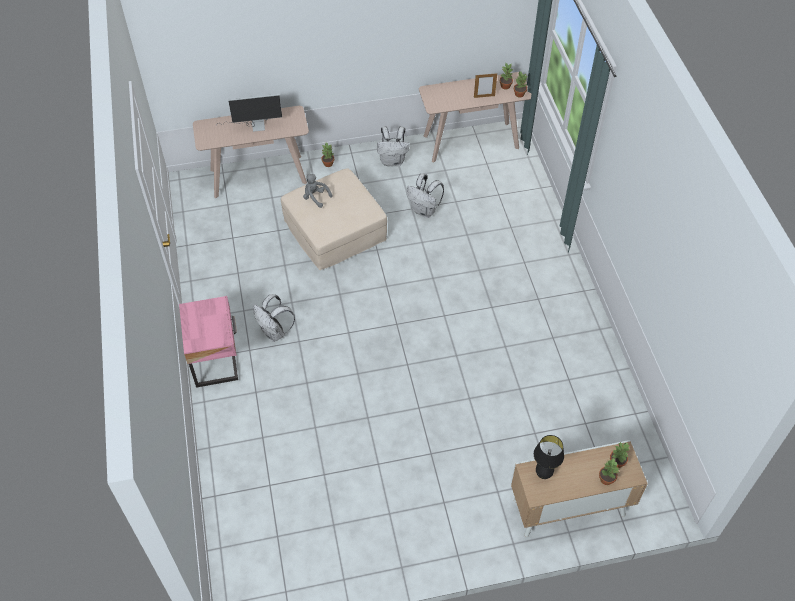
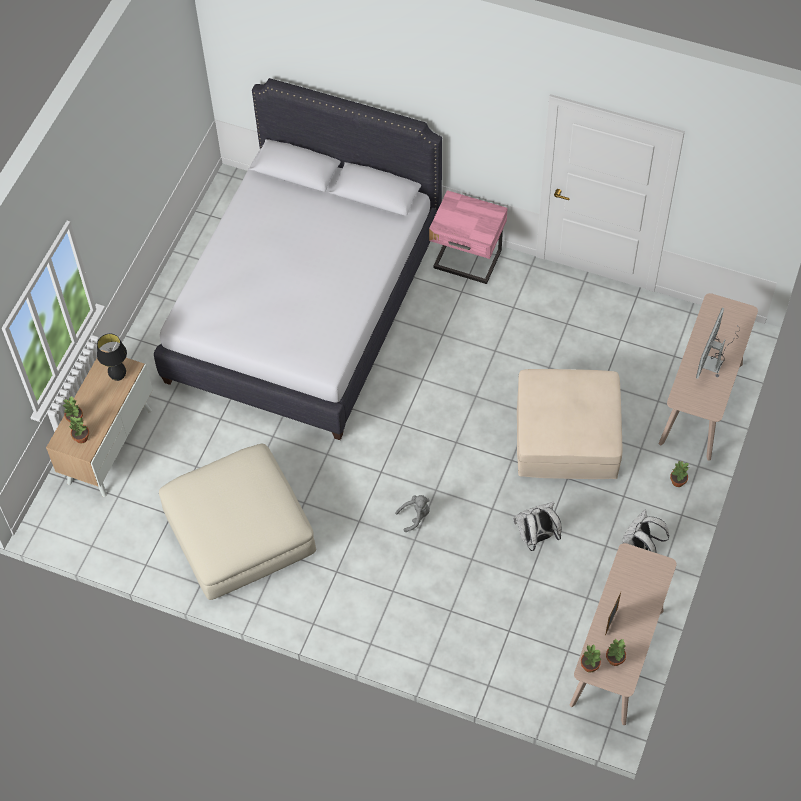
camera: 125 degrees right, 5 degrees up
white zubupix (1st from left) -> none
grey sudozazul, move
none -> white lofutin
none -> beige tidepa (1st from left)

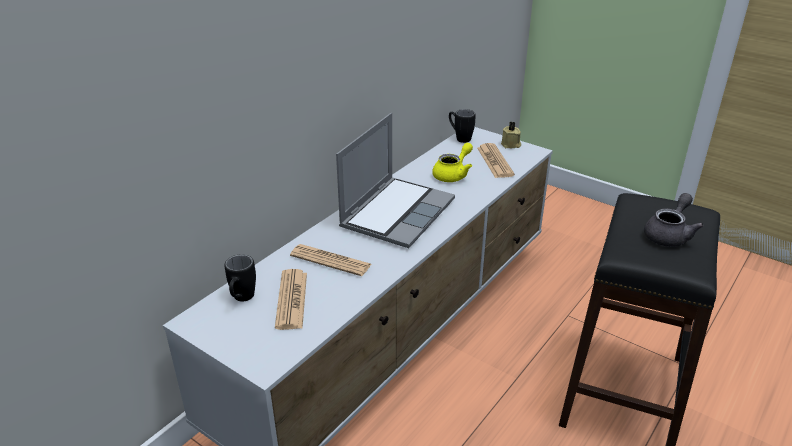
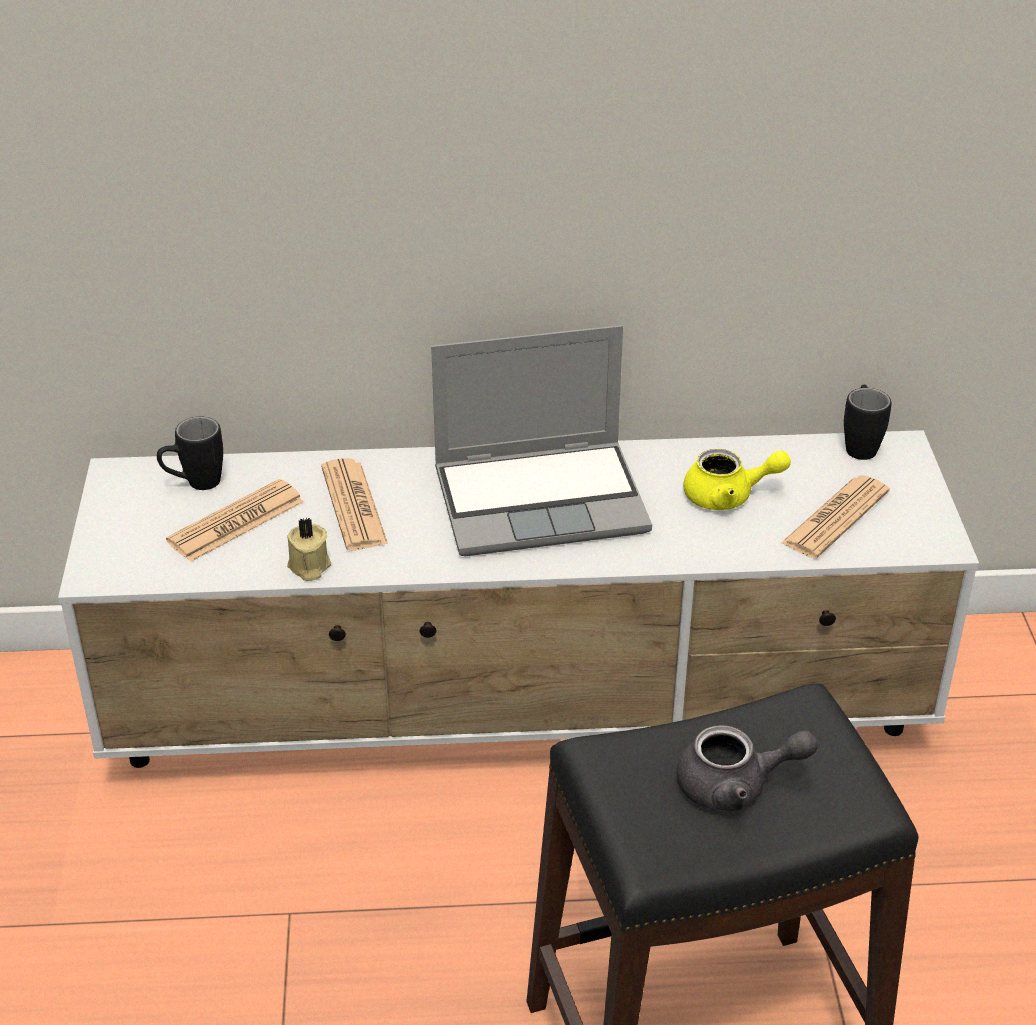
camera: 50 degrees right, 5 degrees up
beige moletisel, move

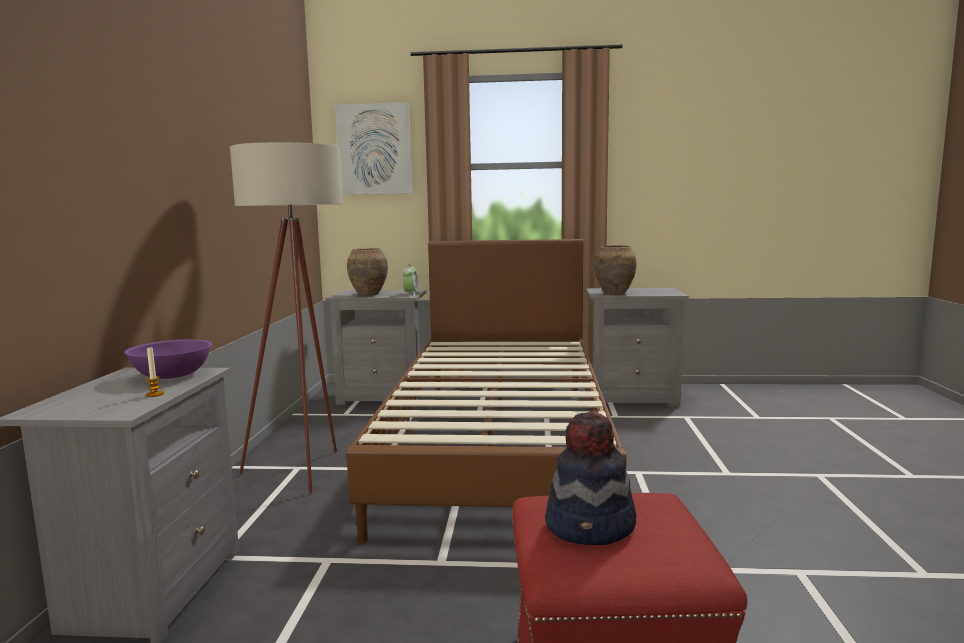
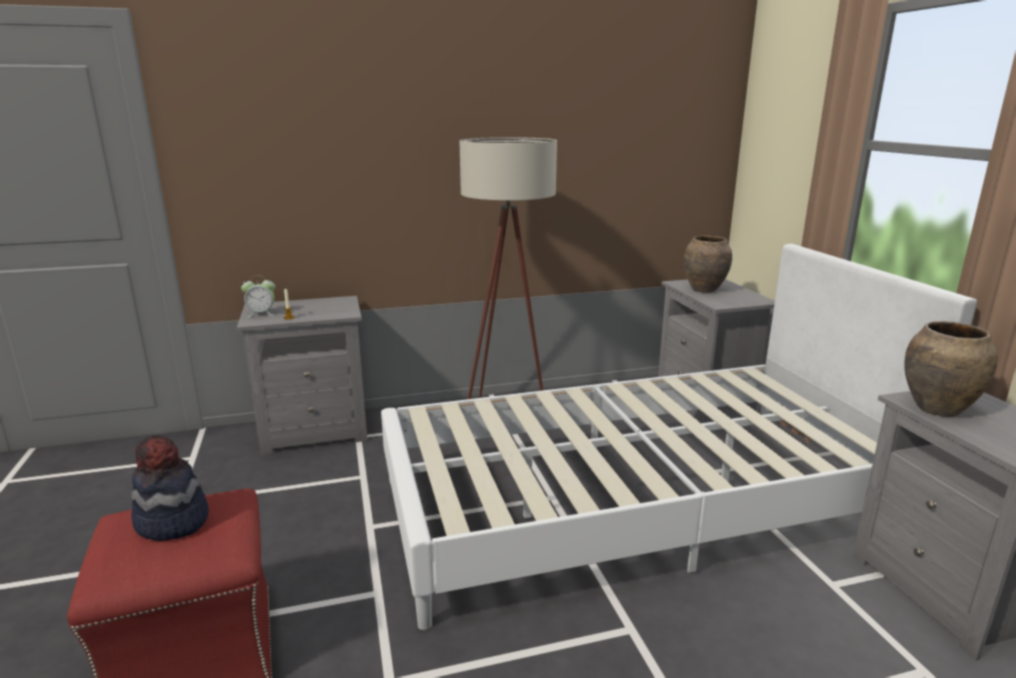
camera: 70 degrees right, 10 degrees up
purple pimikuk -> none
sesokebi -> none
brown lofutin -> white lofutin
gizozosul, move

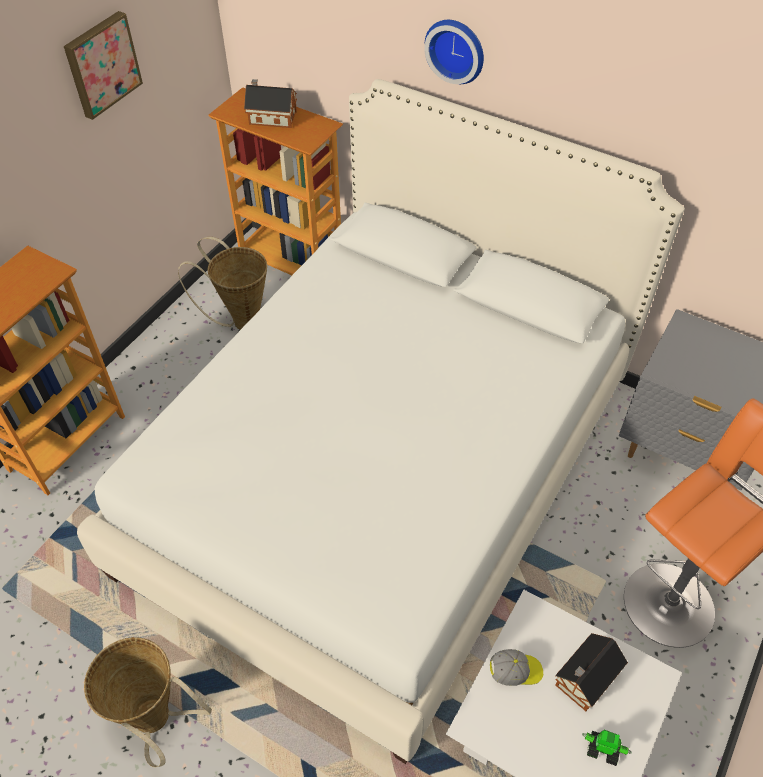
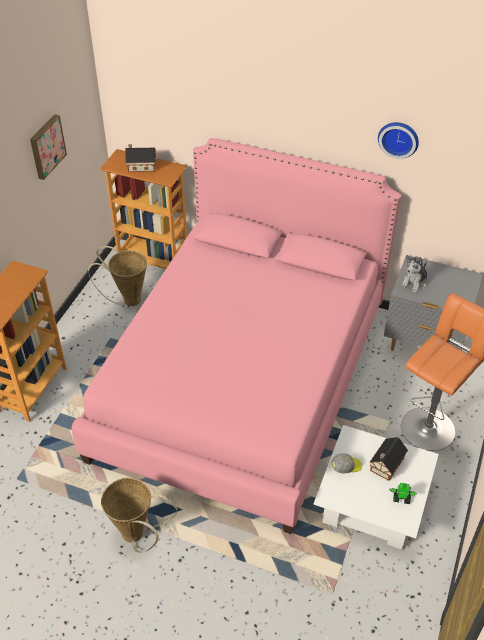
camera: 10 degrees left, 5 degrees down
white lofutin -> pink lofutin
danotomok, move
none -> sudozazul

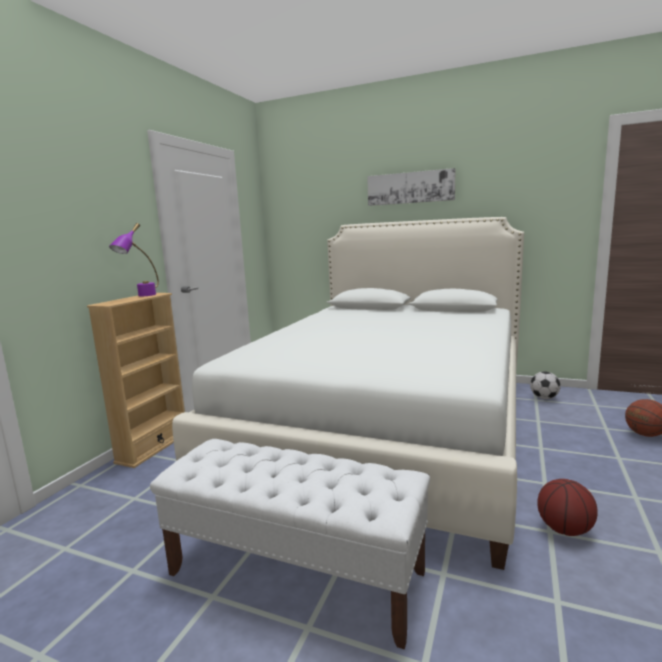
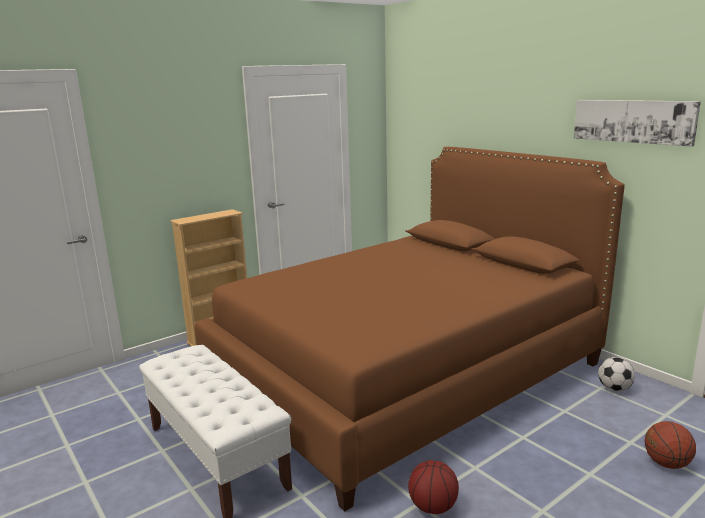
camera: 30 degrees right, 5 degrees up
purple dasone -> none
white lofutin -> brown lofutin
sesokebi, move

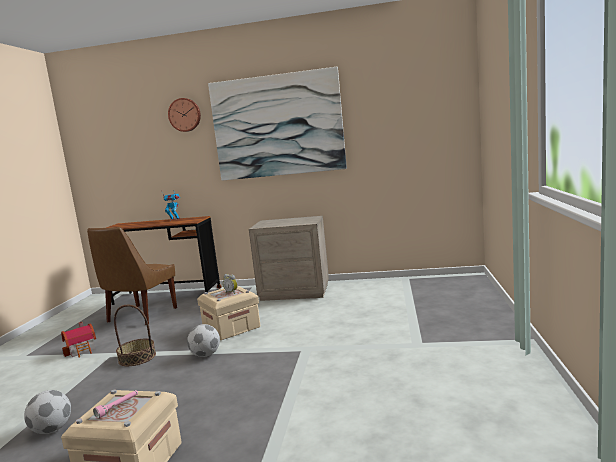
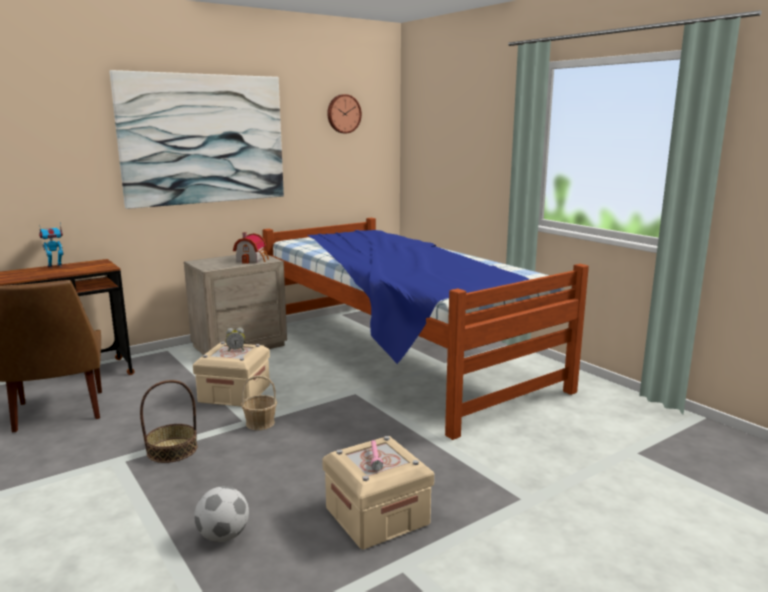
camera: 45 degrees left, 5 degrees up
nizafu, move
danotomok, move
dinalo (2nd from left) -> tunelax (2nd from left)
none -> lofutin

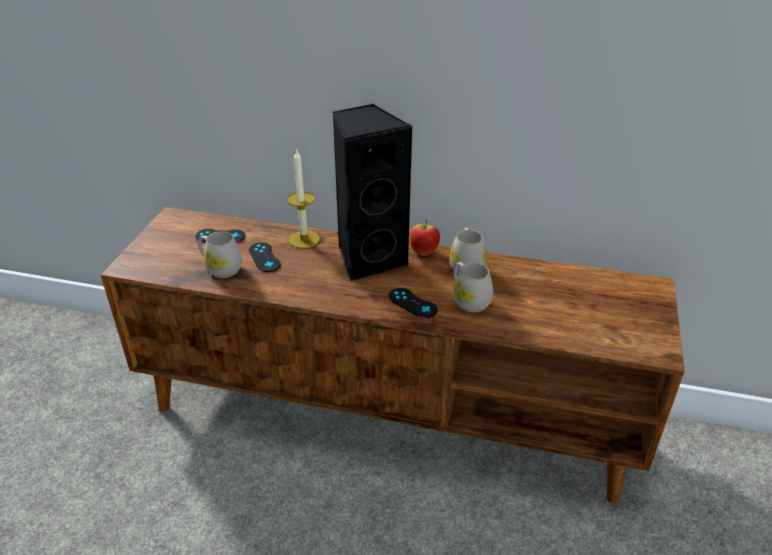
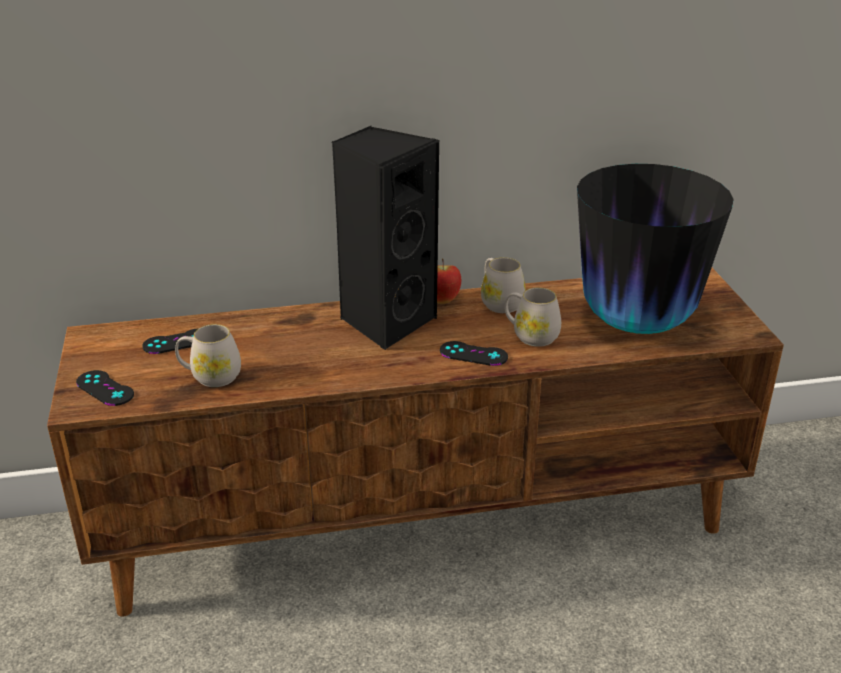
camera: 25 degrees left, 5 degrees down
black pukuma (2nd from left in the first image) -> black pukuma (1st from left), move
moletisel -> none
none -> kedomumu

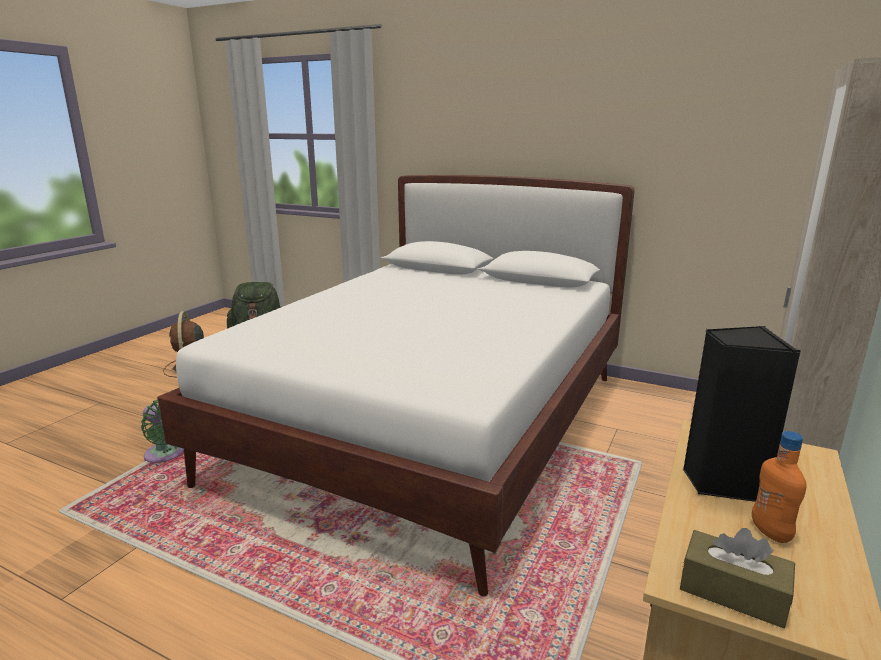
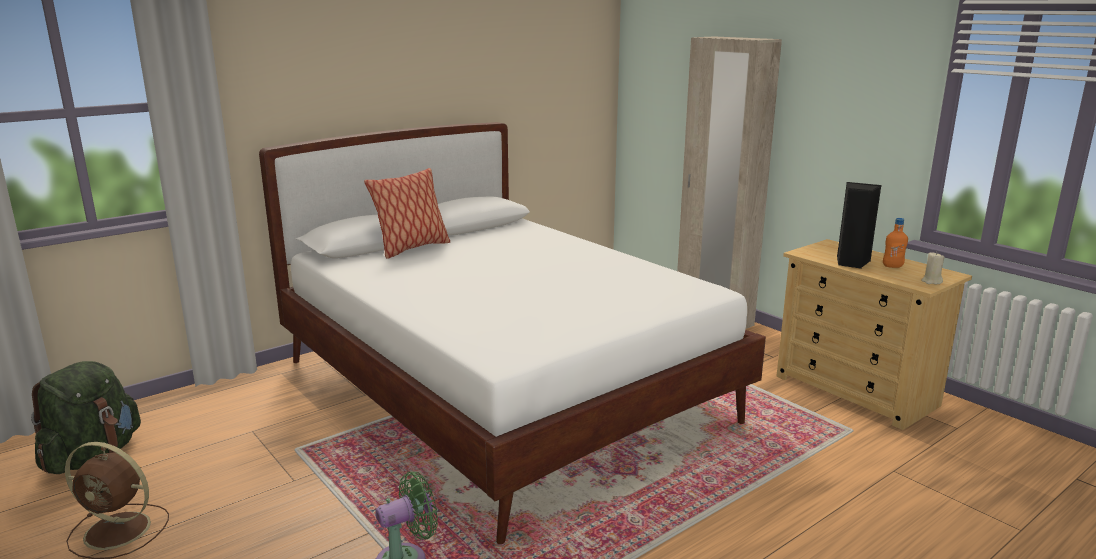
camera: 65 degrees left, 0 degrees up
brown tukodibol -> beige moletisel
none -> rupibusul

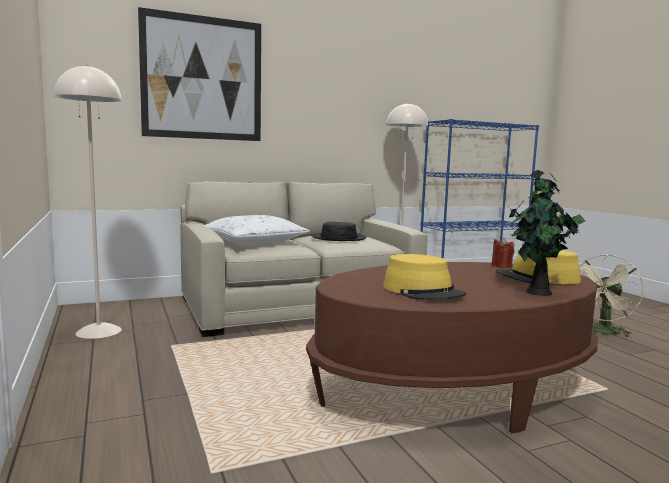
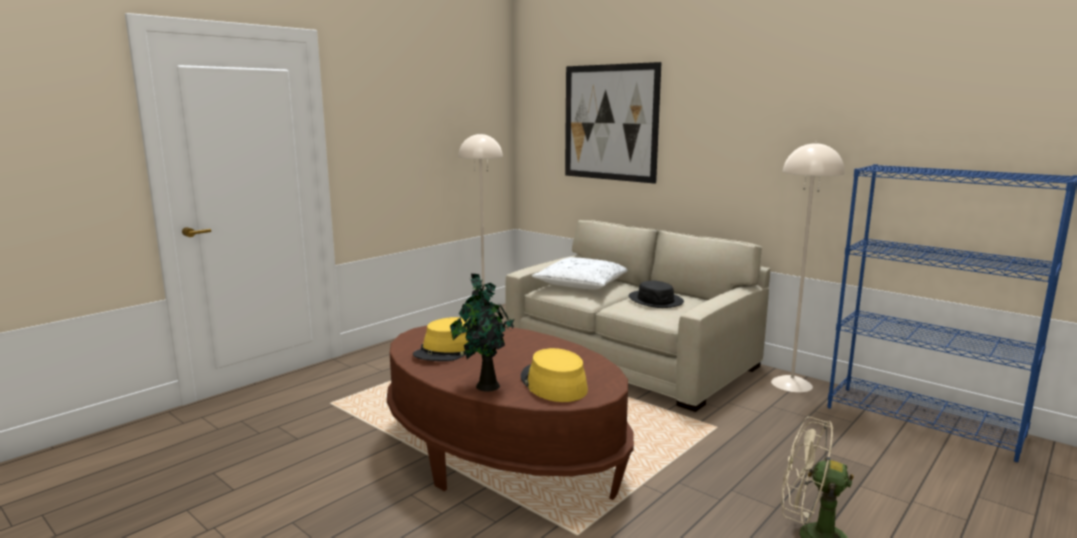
camera: 65 degrees right, 5 degrees up
red moletisel -> none

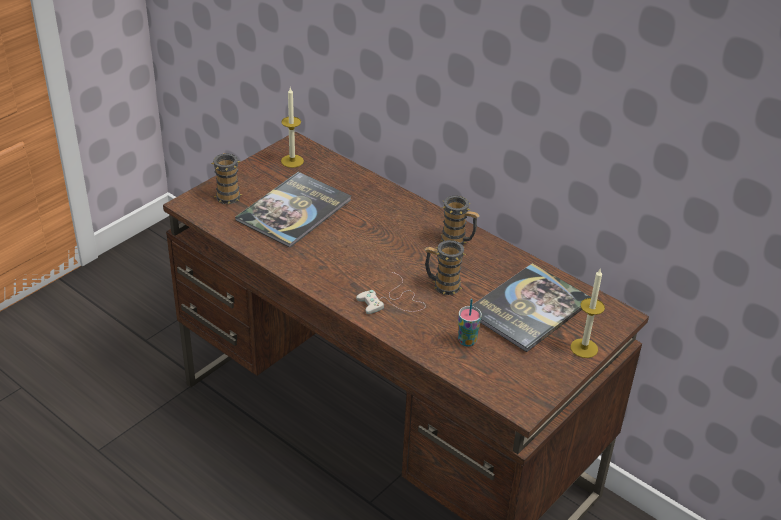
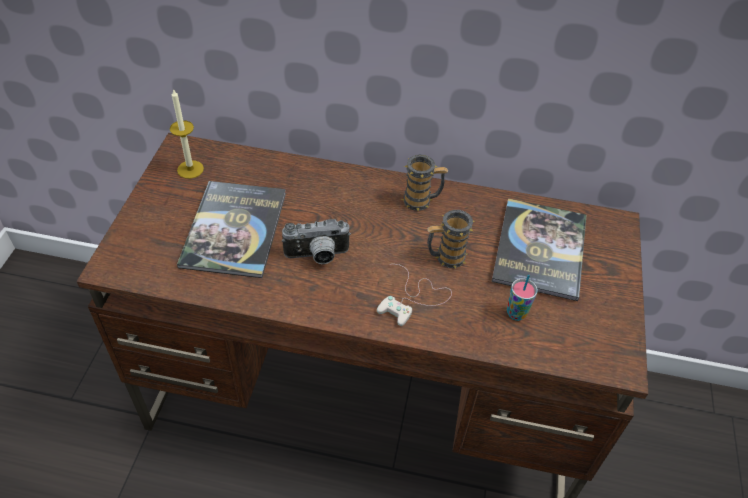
camera: 30 degrees left, 10 degrees up
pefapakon (1st from left) -> none
moletisel (2nd from left) -> none
none -> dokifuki

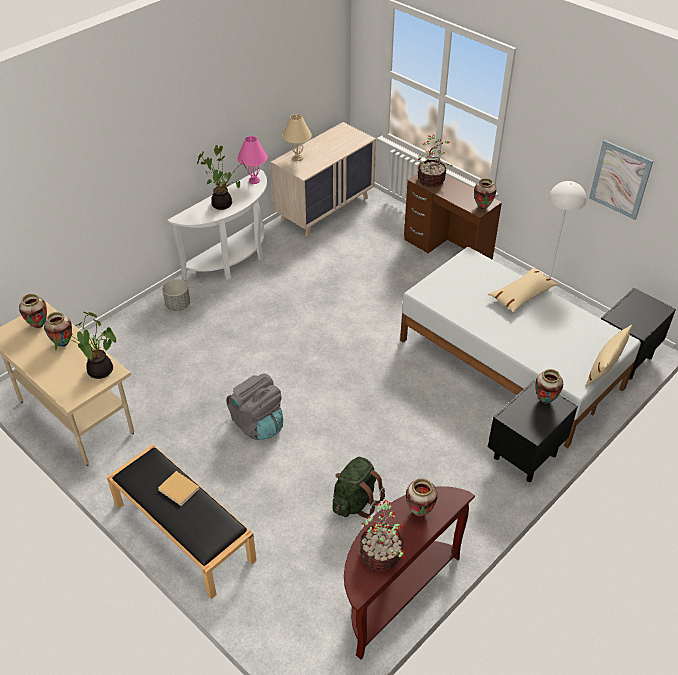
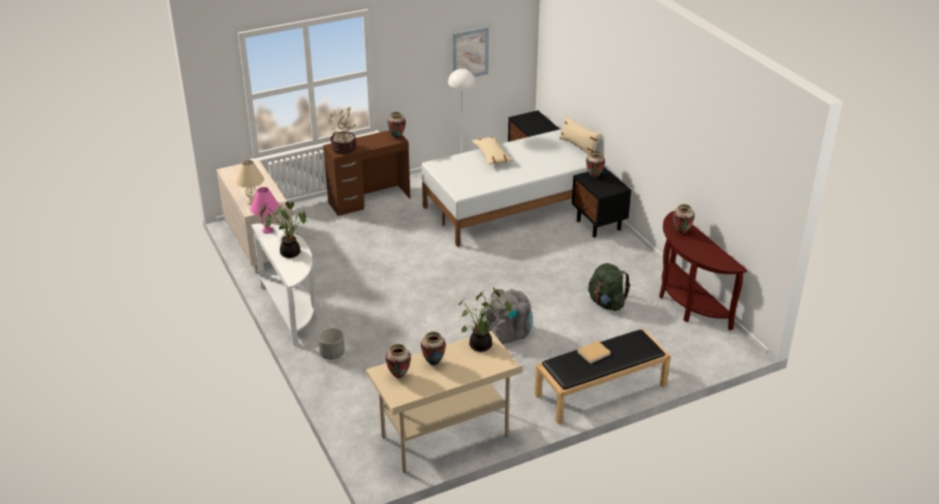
camera: 70 degrees left, 10 degrees down
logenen (3rd from left) -> none

